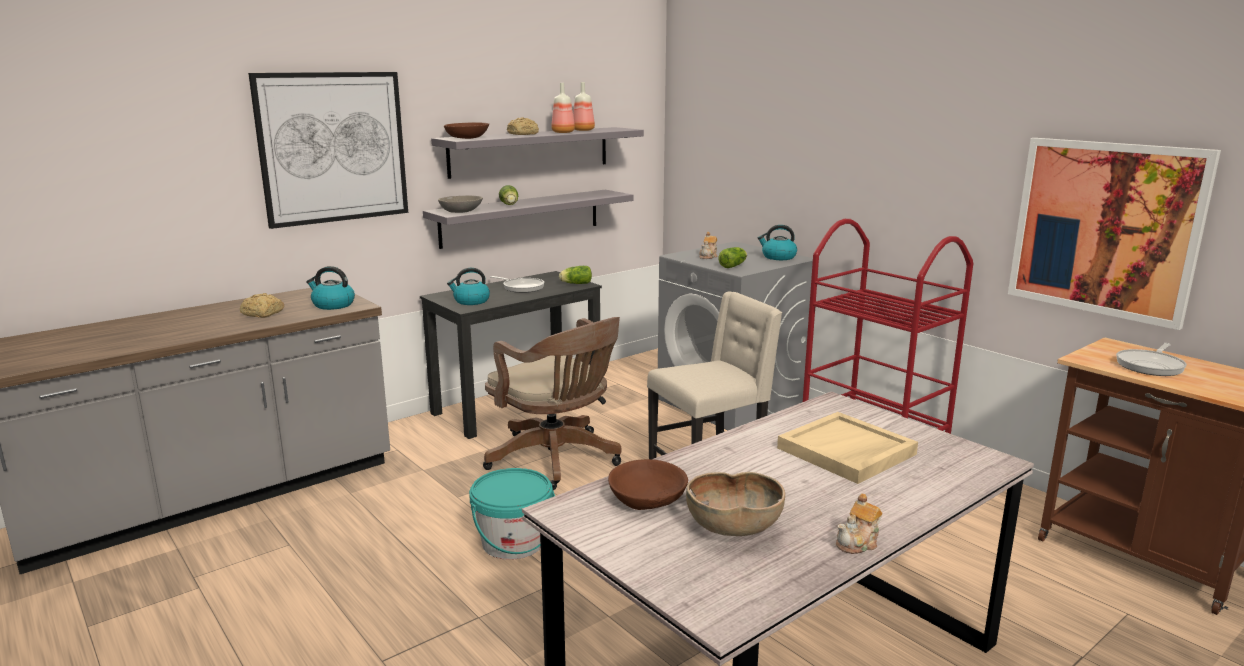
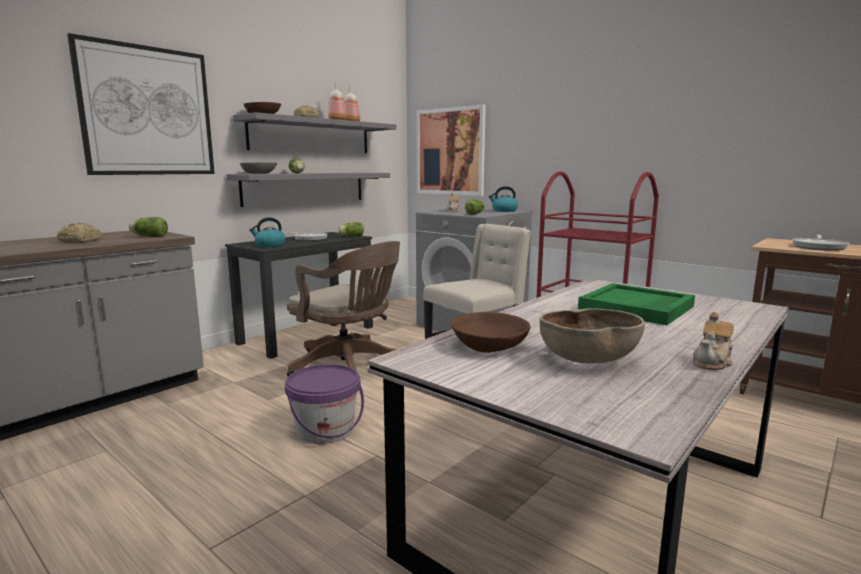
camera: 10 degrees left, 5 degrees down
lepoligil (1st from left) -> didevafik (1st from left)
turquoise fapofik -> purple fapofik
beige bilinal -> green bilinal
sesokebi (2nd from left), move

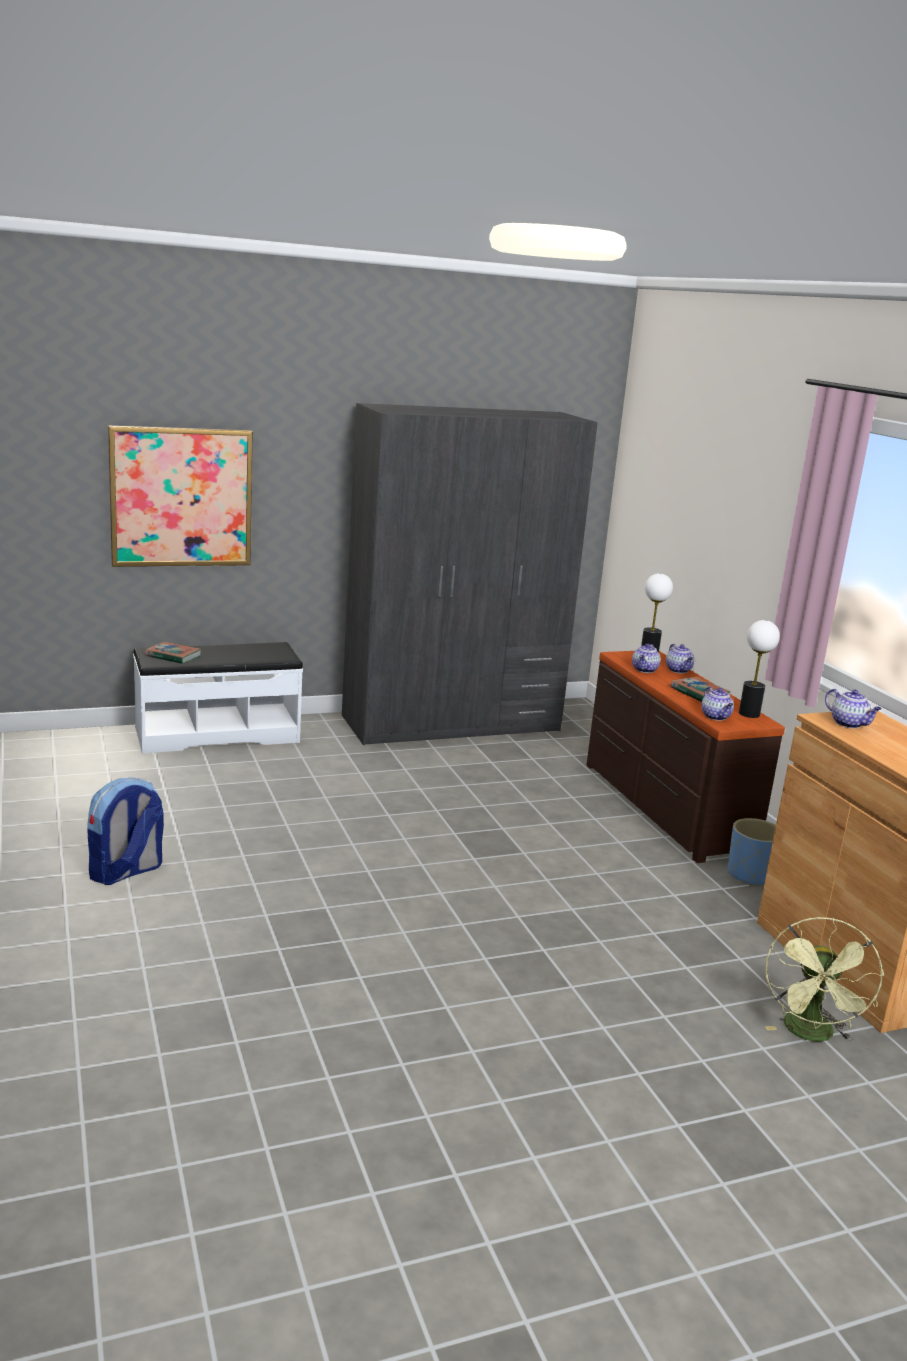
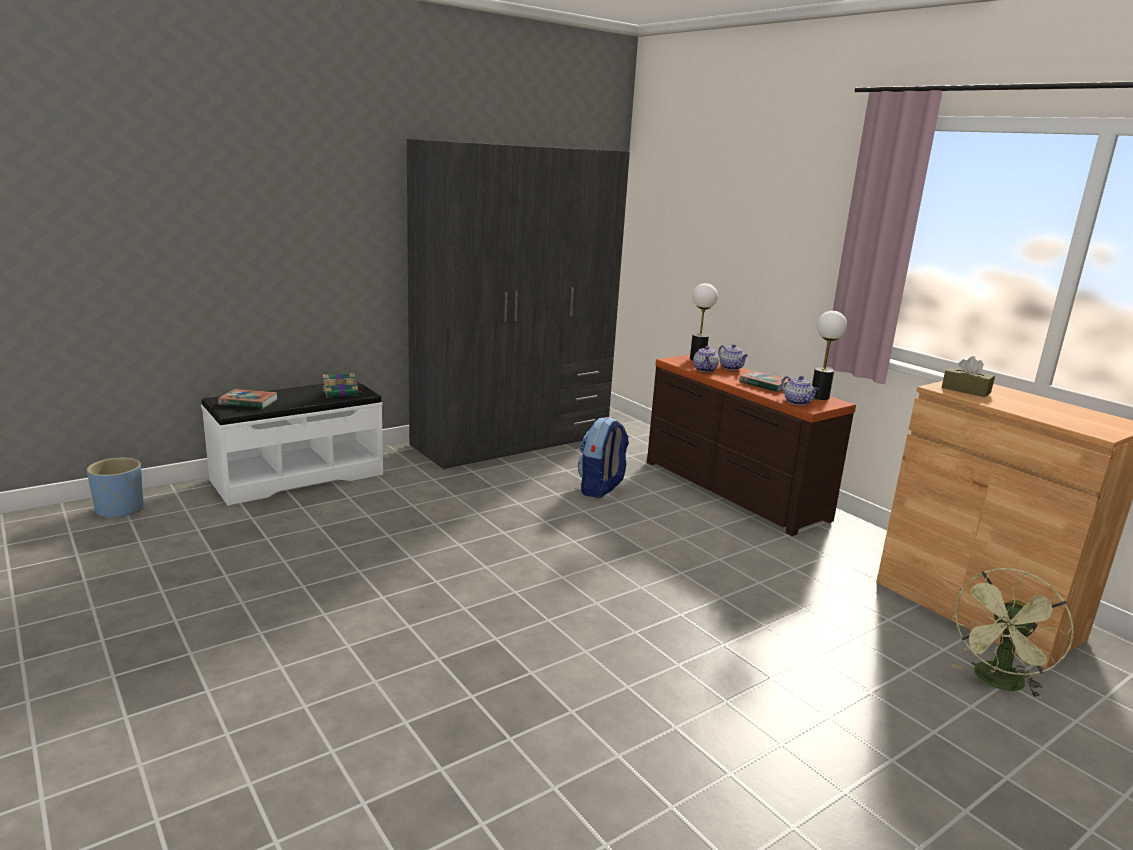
camera: 15 degrees left, 0 degrees up
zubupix, move
sesokebi -> none
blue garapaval, move
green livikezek, 45 degrees clockwise
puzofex (4th from left) -> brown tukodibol
none -> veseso (2nd from left)

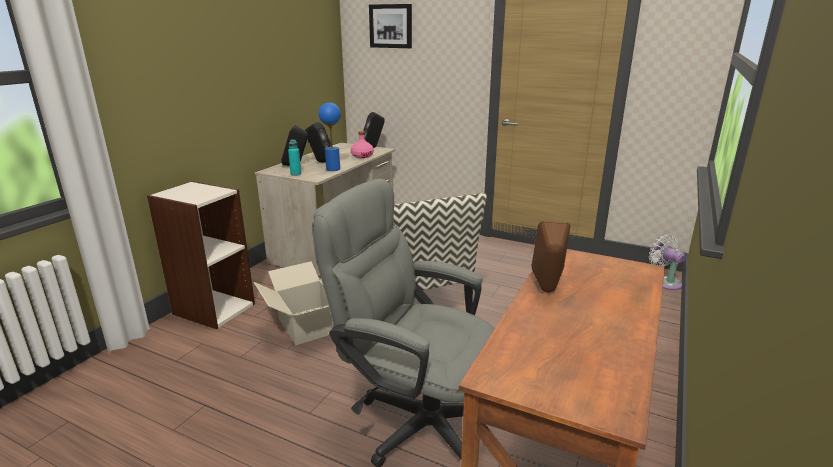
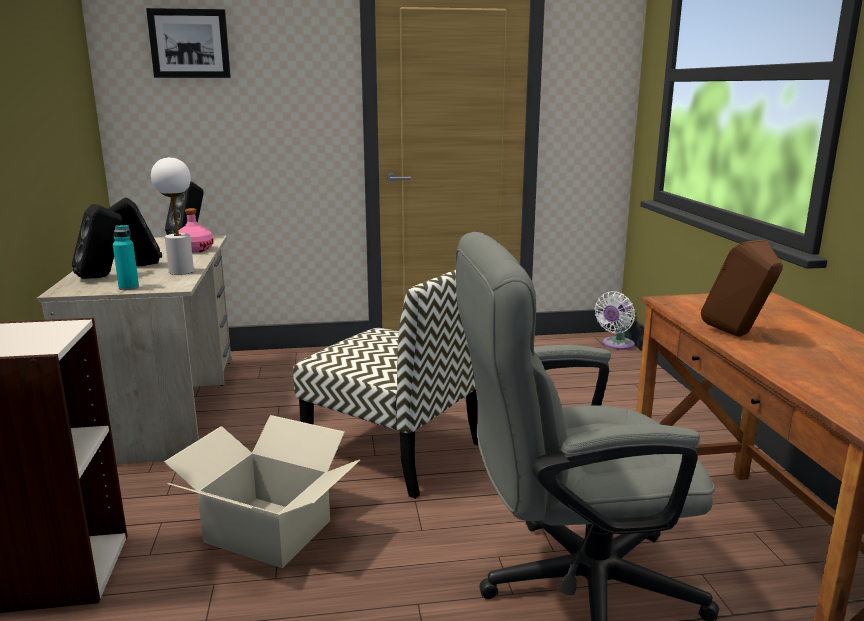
camera: 35 degrees left, 5 degrees down
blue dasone -> white dasone
white livikezek, 75 degrees counterclockwise

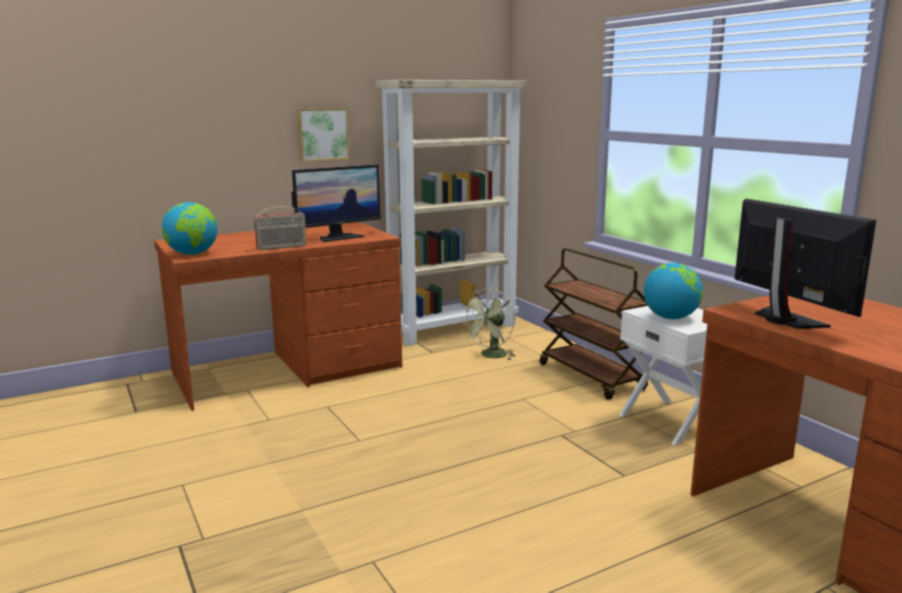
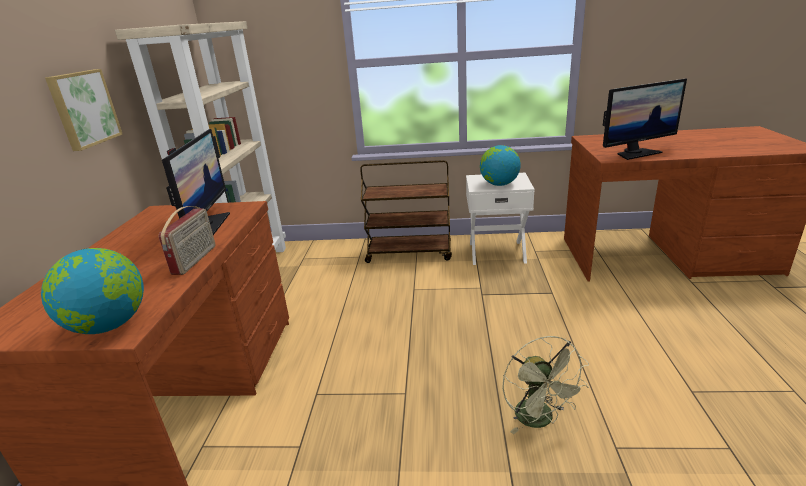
camera: 55 degrees left, 10 degrees up
green livikezek, move
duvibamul (2nd from left), 150 degrees clockwise

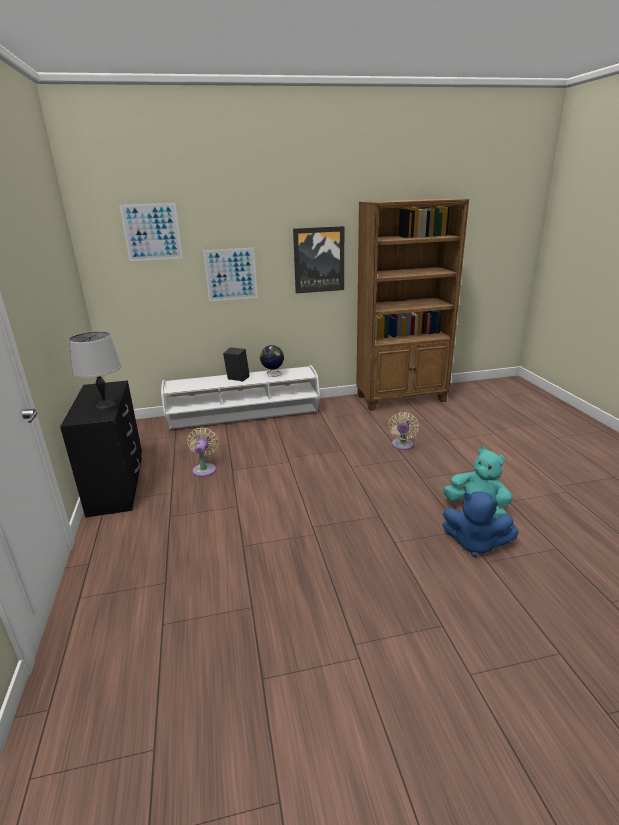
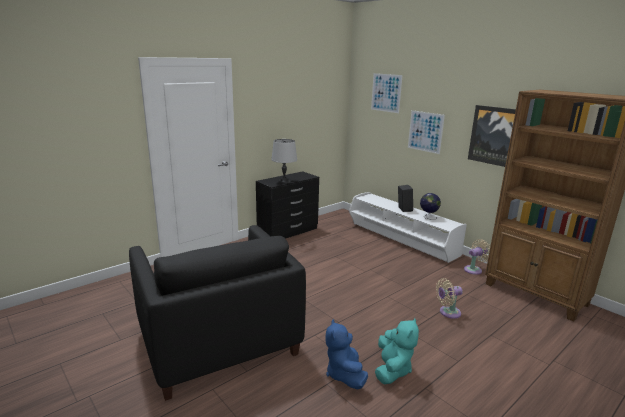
camera: 60 degrees right, 5 degrees down
beige livikezek (1st from left in the first image) -> beige livikezek (2nd from left), move
none -> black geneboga

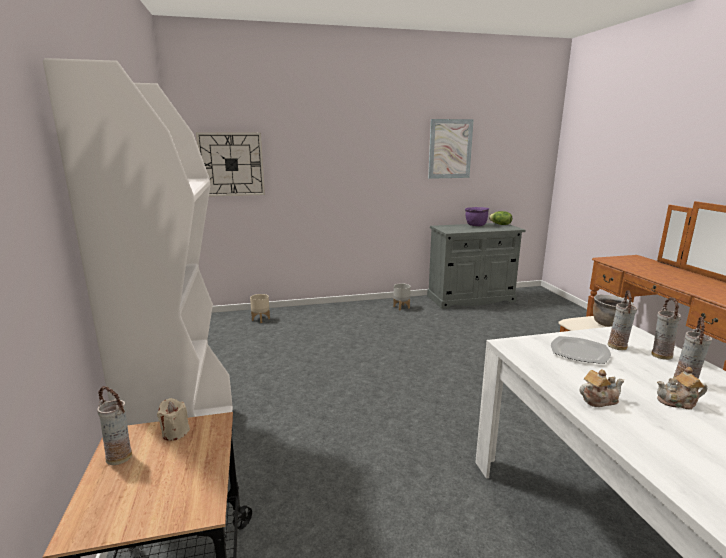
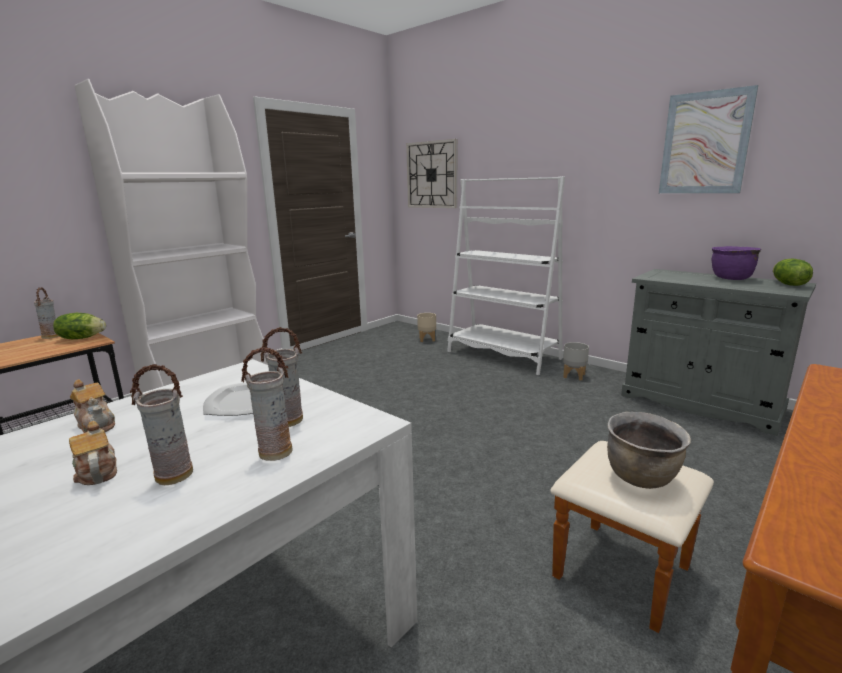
camera: 55 degrees right, 0 degrees up
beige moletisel -> didevafik (1st from left)
none -> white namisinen (2nd from left)

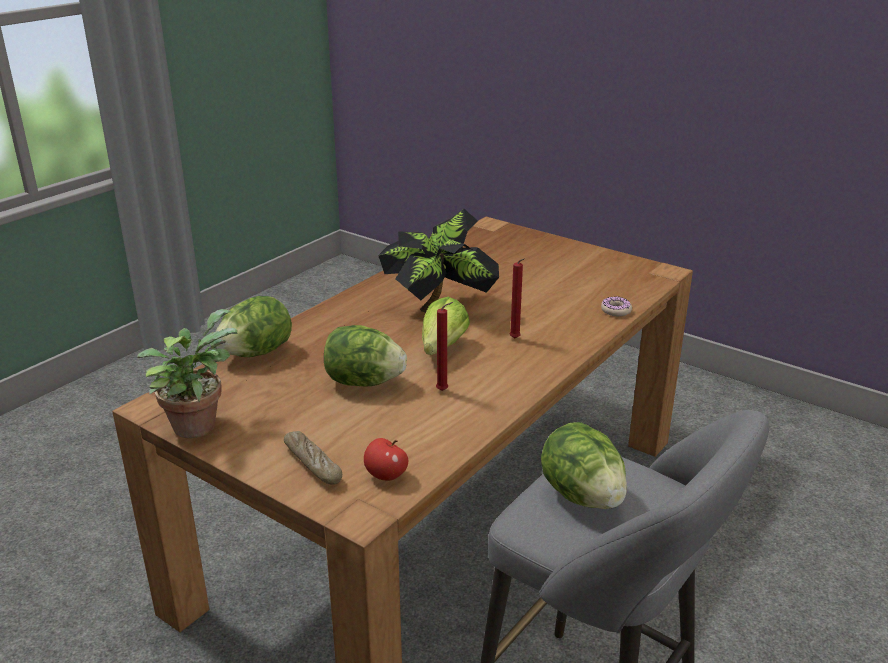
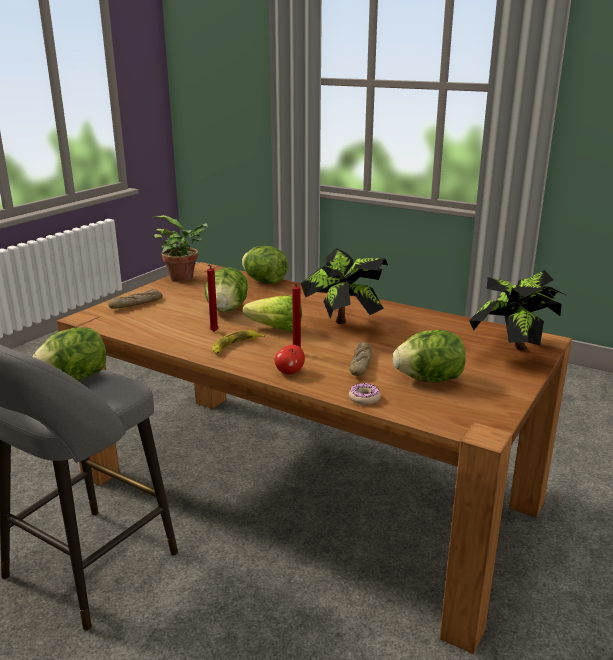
camera: 85 degrees right, 5 degrees down
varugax, move
none -> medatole
none -> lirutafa (2nd from left)
none -> didevafik (5th from left)
none -> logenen (3rd from left)

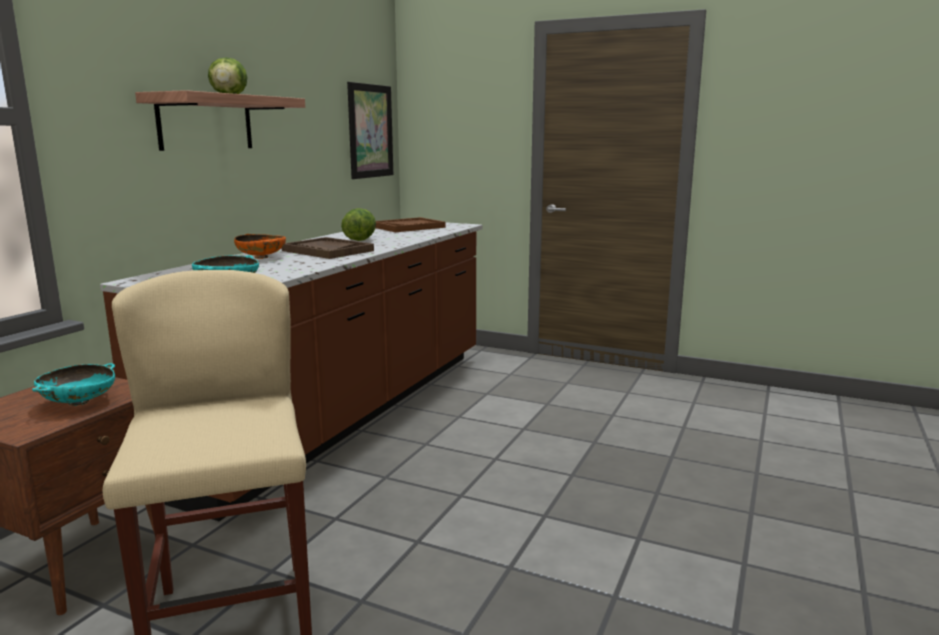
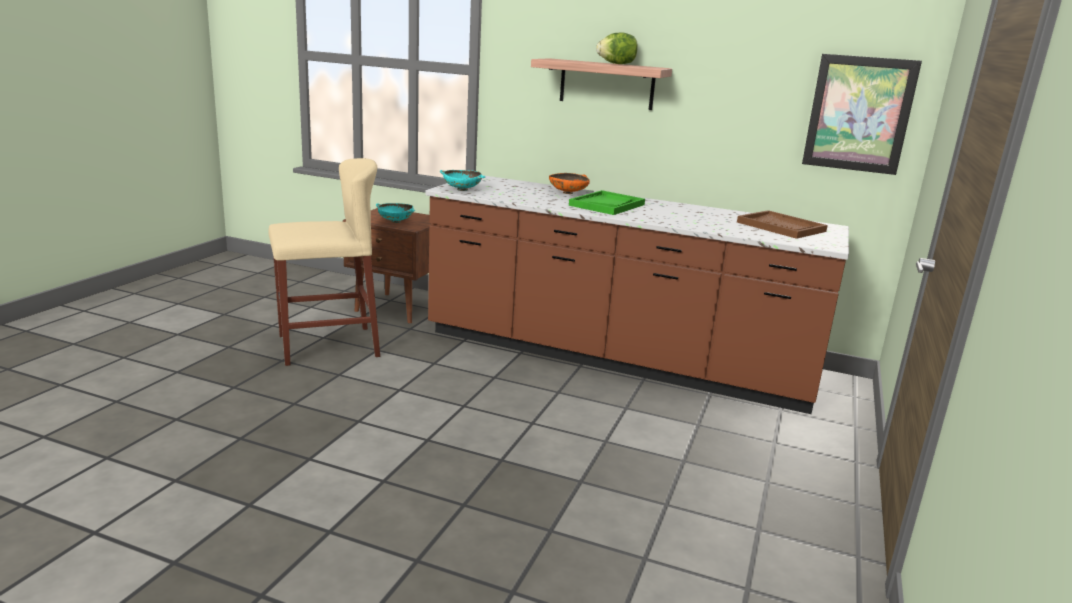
camera: 85 degrees right, 5 degrees up
brown bilinal (1st from left) -> green bilinal
didevafik (2nd from left) -> none

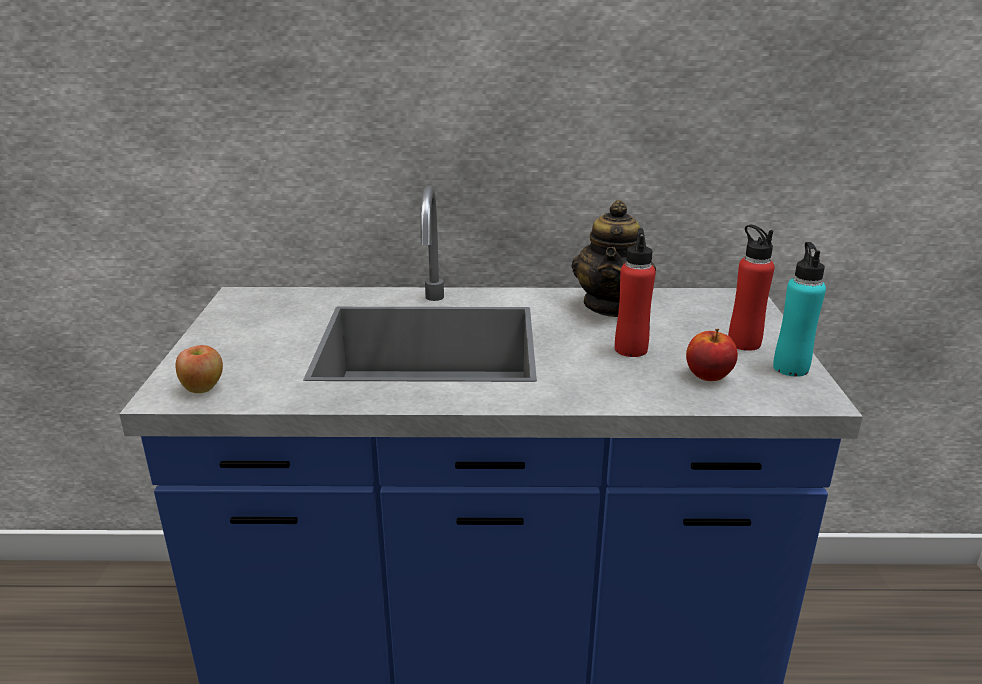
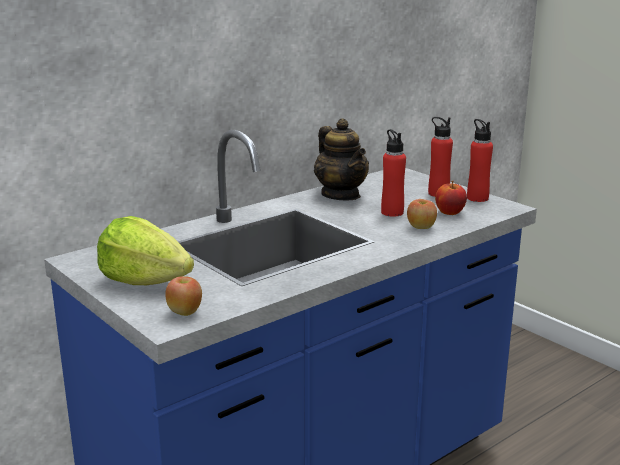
camera: 40 degrees left, 5 degrees down
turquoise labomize -> red labomize (3rd from left)
none -> didevafik
none -> varugax (2nd from left)

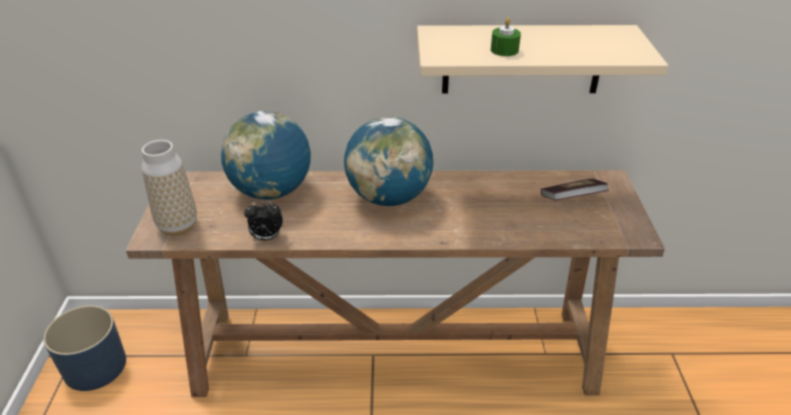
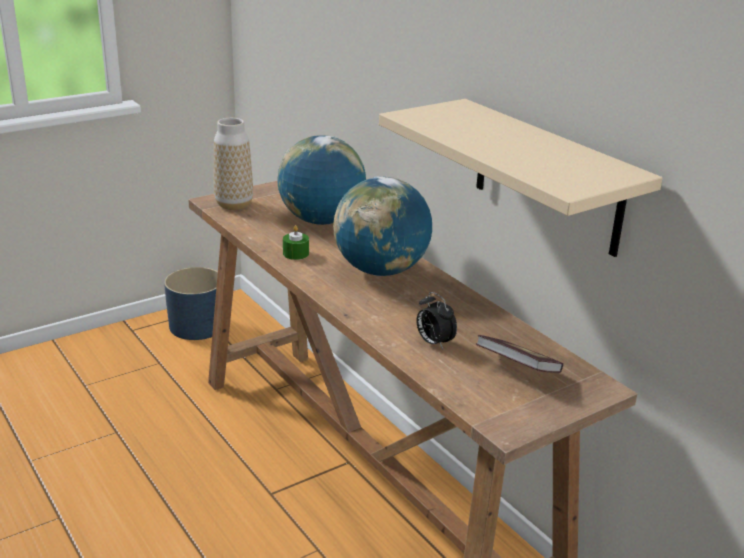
camera: 55 degrees right, 10 degrees down
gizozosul, move
green moletisel, move

